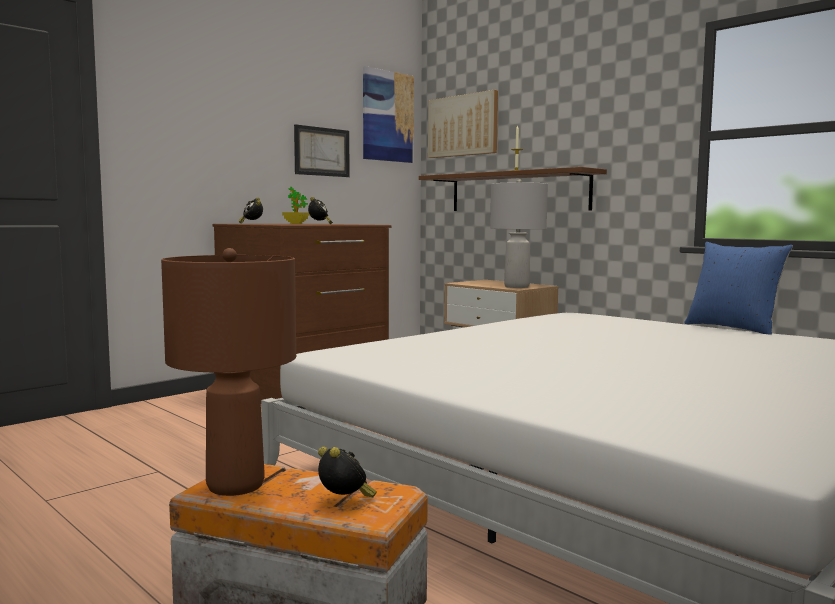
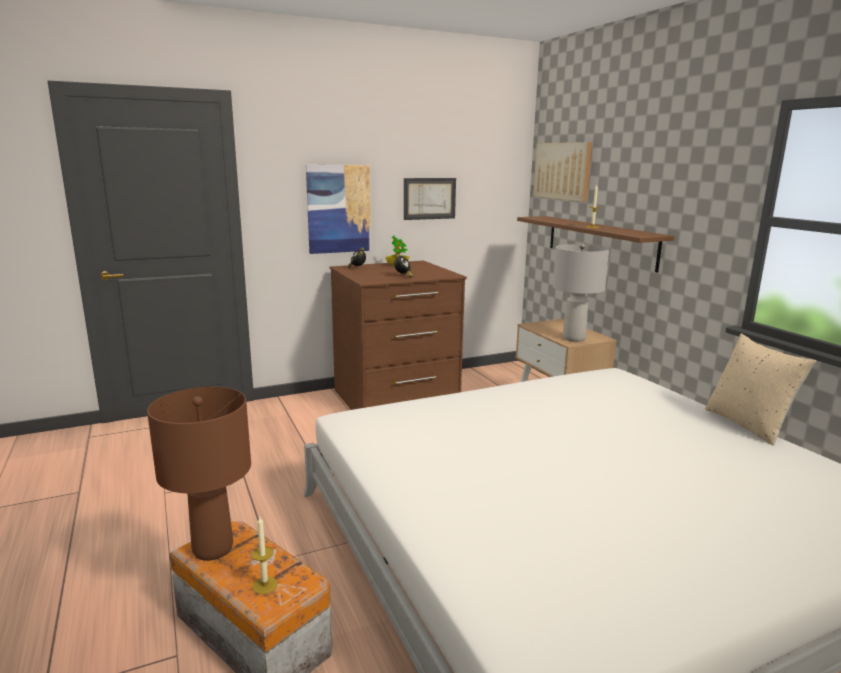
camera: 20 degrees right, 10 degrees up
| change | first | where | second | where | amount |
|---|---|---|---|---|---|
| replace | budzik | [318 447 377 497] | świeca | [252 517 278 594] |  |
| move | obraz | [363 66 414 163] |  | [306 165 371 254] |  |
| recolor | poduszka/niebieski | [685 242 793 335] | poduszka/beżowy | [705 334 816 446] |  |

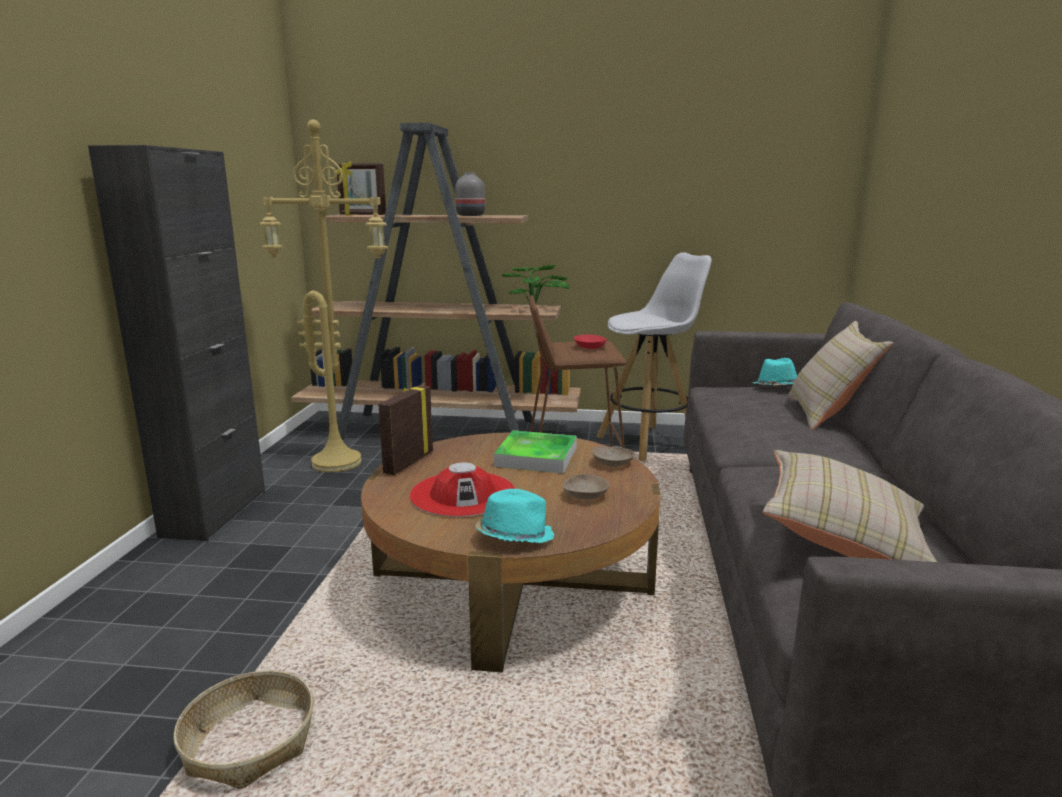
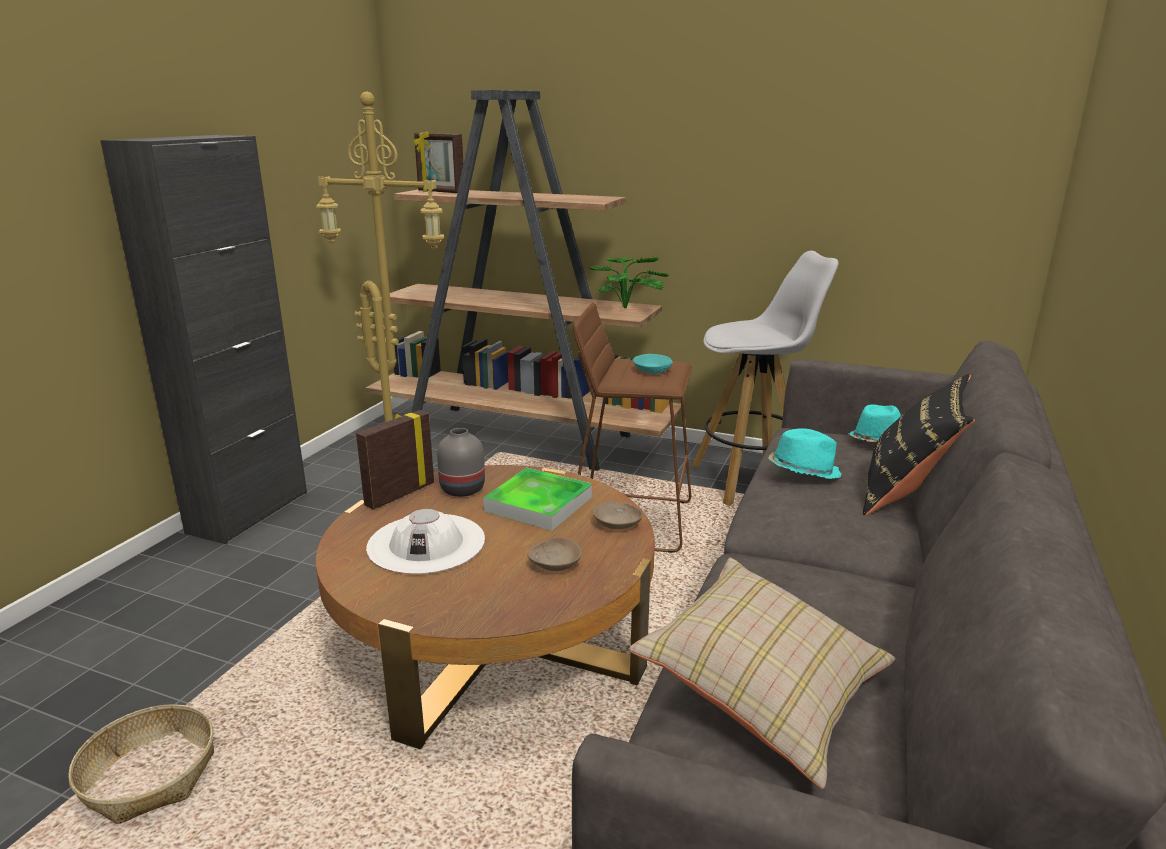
camera: 15 degrees right, 5 degrees up
| change | first | where | second | where | amount |
|---|---|---|---|---|---|
| recolor | kapelusz/czerwony | [410 462 515 517] | kapelusz/biały | [366 509 485 574] |  |
| move | wazon/szary | [455 173 485 216] |  | [437 428 485 497] |  |
| move | kapelusz/turkusowy | [475 489 554 543] |  | [768 428 841 479] |  |
| recolor | miska/czerwony | [574 334 607 349] | miska/turkusowy | [633 354 673 374] |  |
| recolor | poduszka/beżowy | [788 321 893 430] | poduszka/czarny | [863 374 975 516] |  |

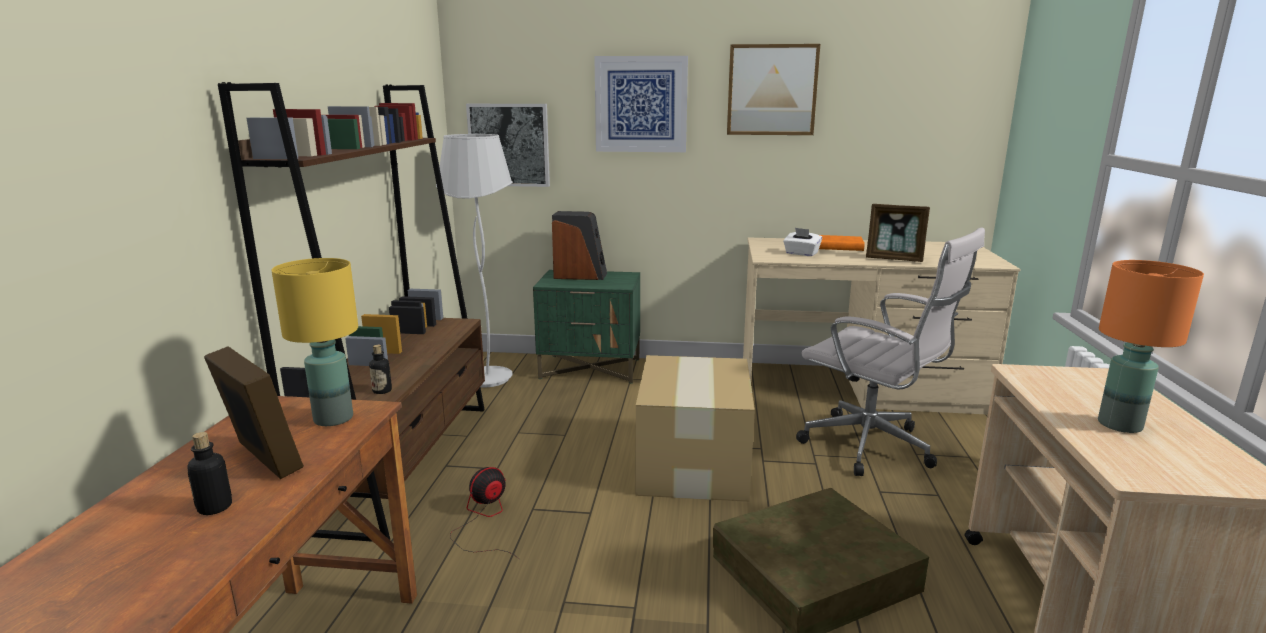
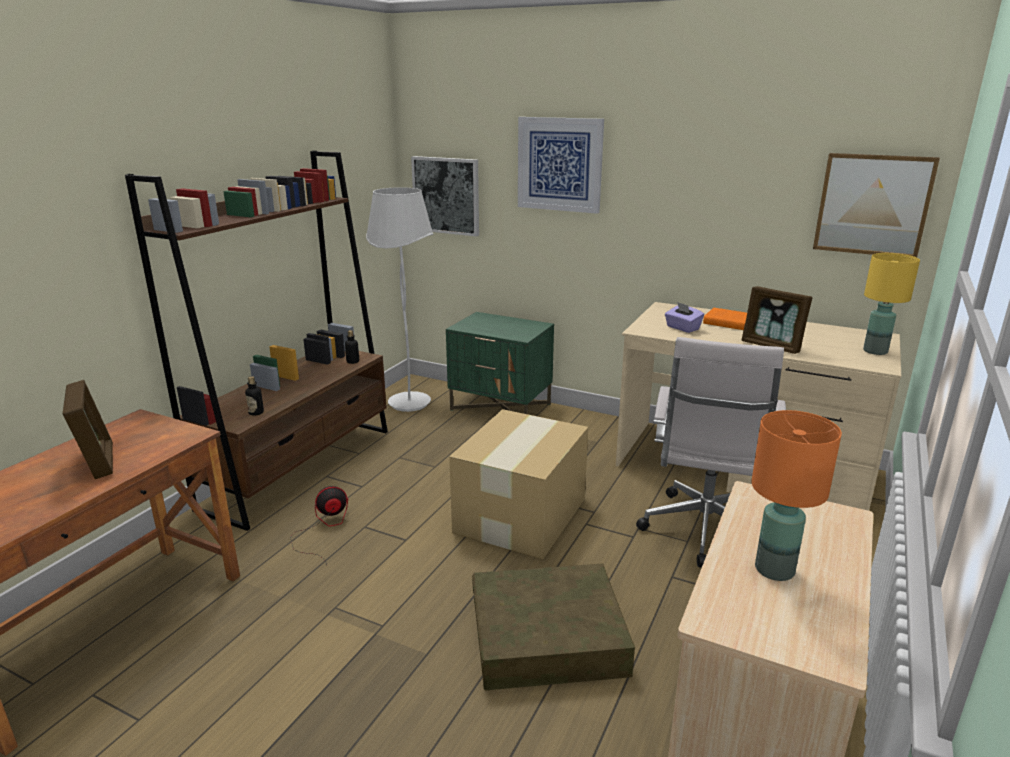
camera: 20 degrees right, 5 degrees up
| change | first | where | second | where | amount |
|---|---|---|---|---|---|
| move | butelka | [187 432 232 515] |  | [345 330 359 364] |  |
| move | lampa stołowa/żółty | [271 258 358 426] |  | [863 253 920 355] |  |
| delete | głośnik | [552 211 607 280] |  |  |  |
| move | obraz | [727 44 820 135] |  | [813 153 940 257] |  |
| recolor | pudełko chusteczek/biały | [783 228 822 256] | pudełko chusteczek/fioletowy | [665 302 704 333] |  |
| rotate | krzesło biurowe/biały | [796 228 985 476] |  | [636 337 786 568] | 45 degrees clockwise |

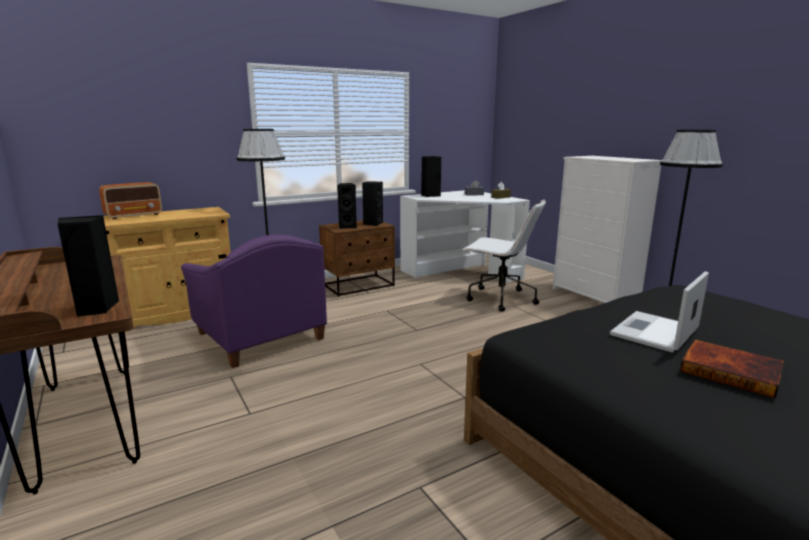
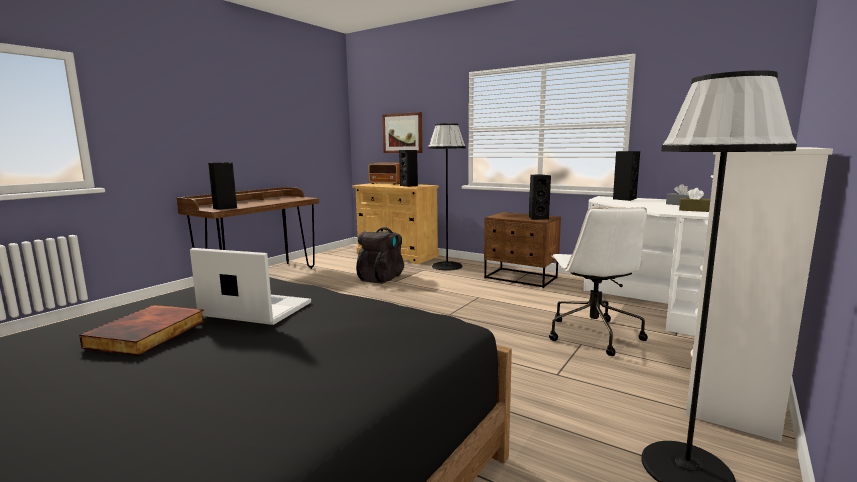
camera: 65 degrees right, 5 degrees down
| change | first | where | second | where | amount |
|---|---|---|---|---|---|
| replace | fotel/fioletowy | [181 235 327 368] | plecak/czarny | [356 227 404 284] |  |
| move | głośnik/czarny | [337 183 357 229] |  | [399 150 418 187] |  |
| insert |  |  | obraz | [382 112 422 153] |  |

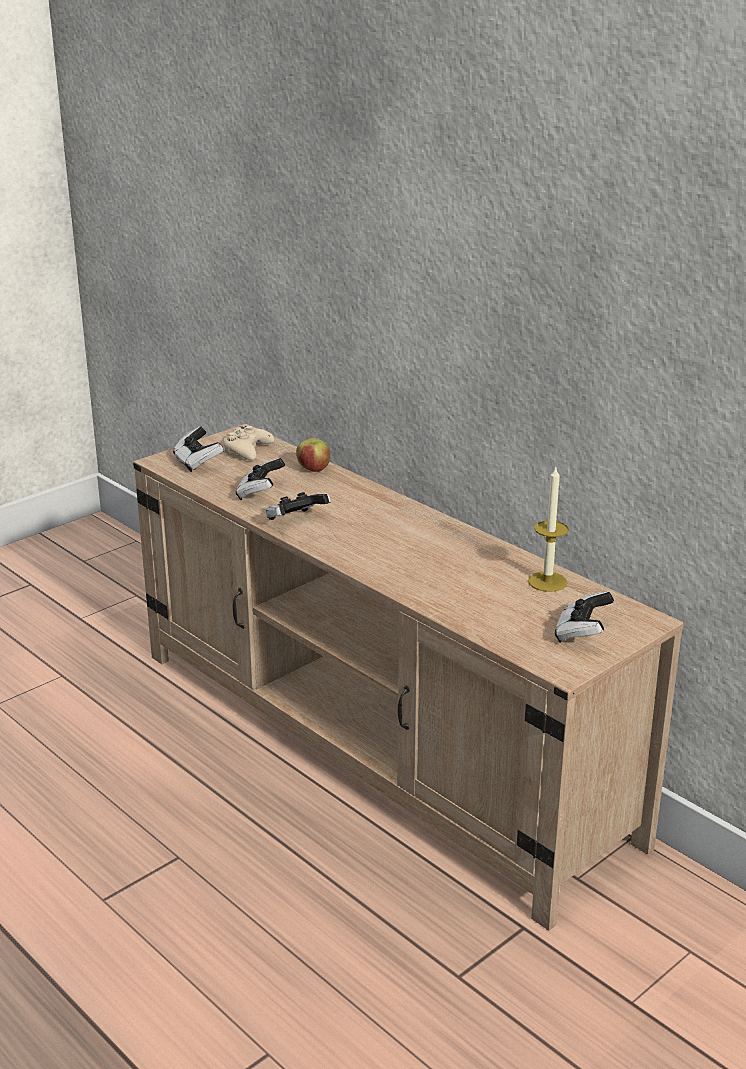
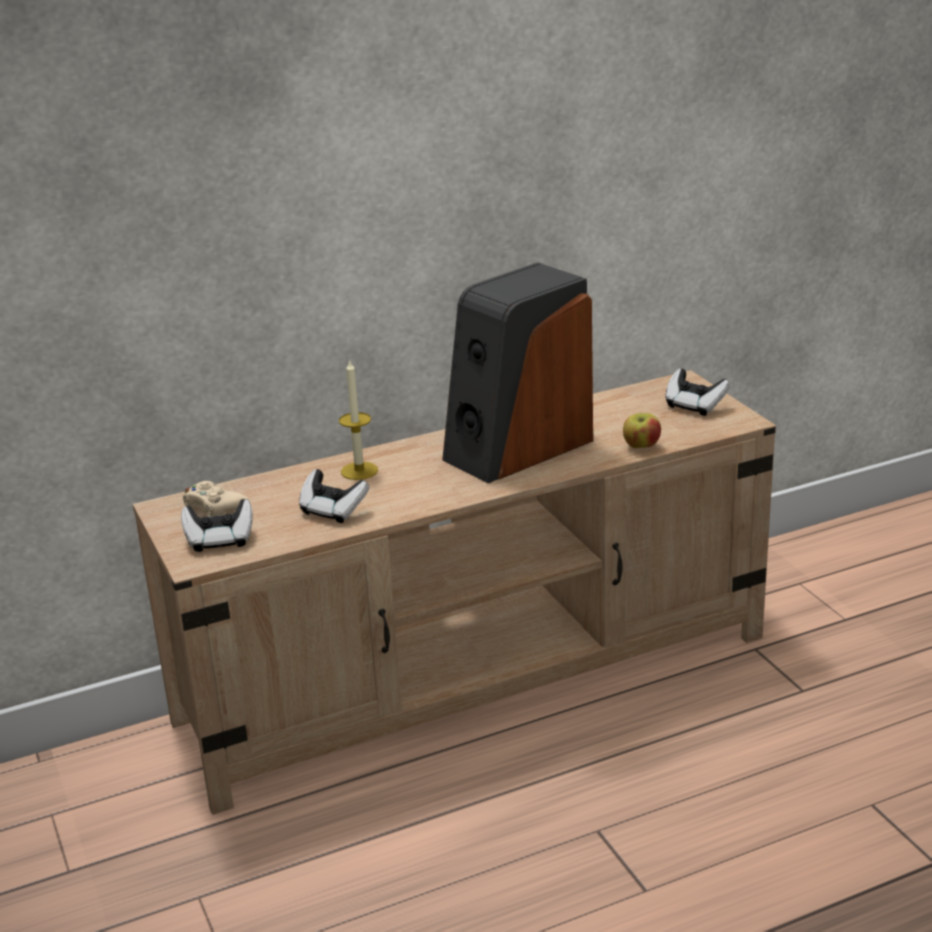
camera: 70 degrees left, 0 degrees up
| change | first | where | second | where | amount |
|---|---|---|---|---|---|
| delete | pad do gier | [266 492 331 520] |  |  |  |
| move | jabłko | [296 438 331 472] |  | [623 413 661 448] |  |
| move | świeca | [528 467 569 592] |  | [339 359 378 480] |  |
| insert |  |  | głośnik | [442 262 593 484] |  |

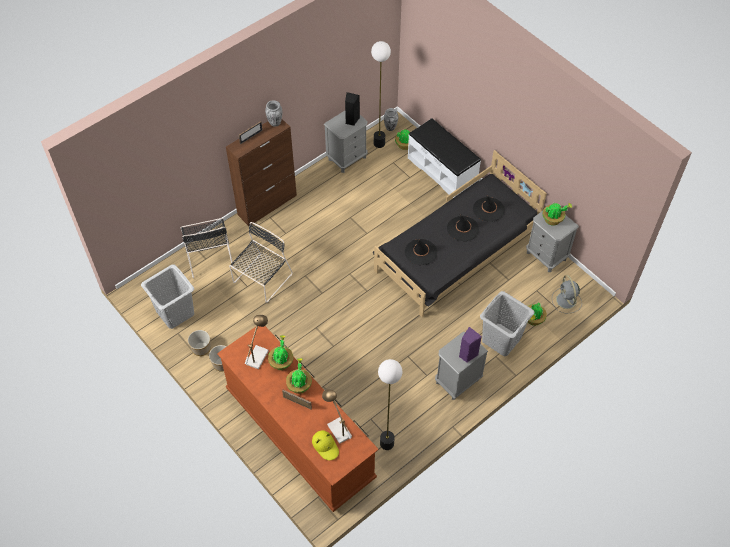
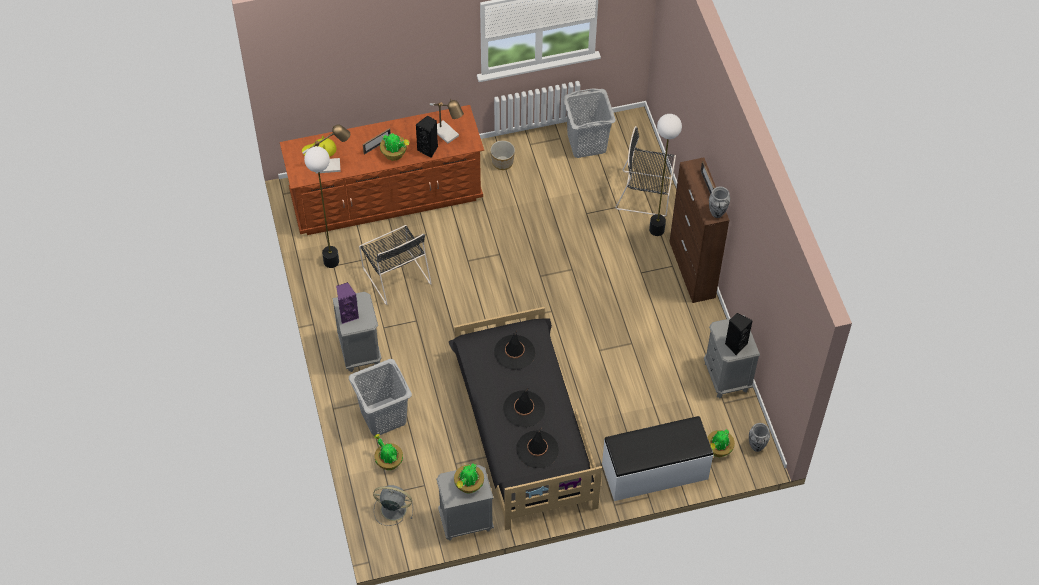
camera: 115 degrees right, 0 degrees up
| change | first | where | second | where | amount |
|---|---|---|---|---|---|
| delete | donica | [188 330 211 356] |  |  |  |
| move | krzesło/czarny | [229 222 293 303] |  | [359 225 432 305] |  |
| replace | roślina doniczkowa | [268 335 293 370] | głośnik/czarny | [416 115 438 158] |  |
| move | lampa stojąca | [371 41 391 148] |  | [649 114 682 236] |  |

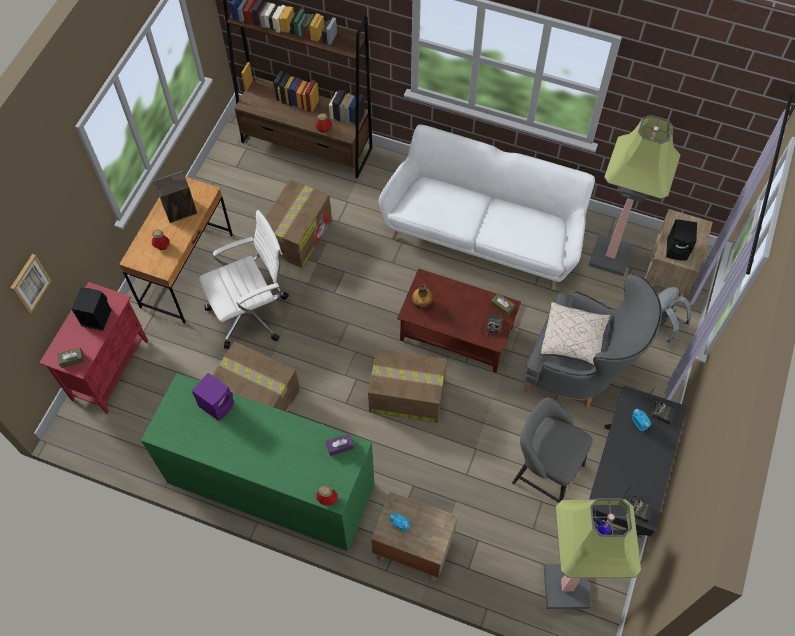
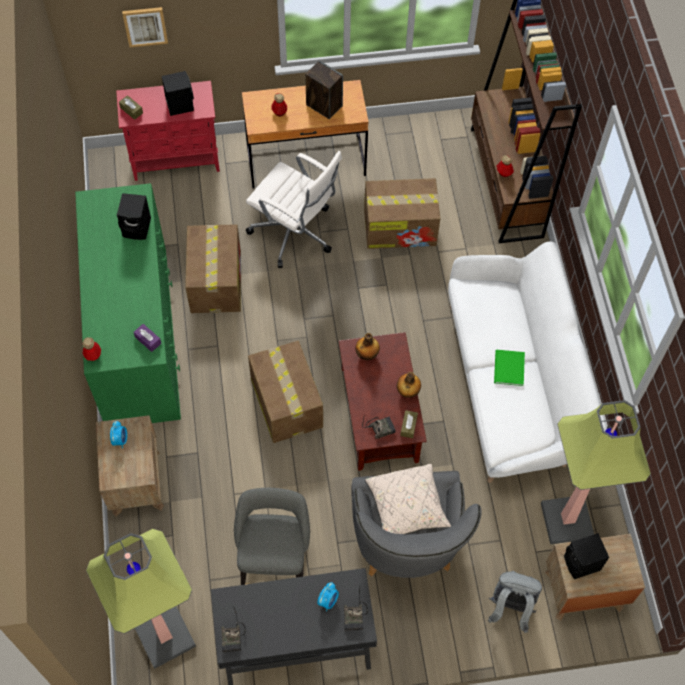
camera: 60 degrees right, 0 degrees up
| change | first | where | second | where | amount |
|---|---|---|---|---|---|
| recolor | głośnik/fioletowy | [192 373 234 421] | głośnik/czarny | [117 193 151 240] |  |
| insert |  |  | butelka | [397 372 421 398] |  |
| insert |  |  | książka/zielony | [494 350 525 386] |  |

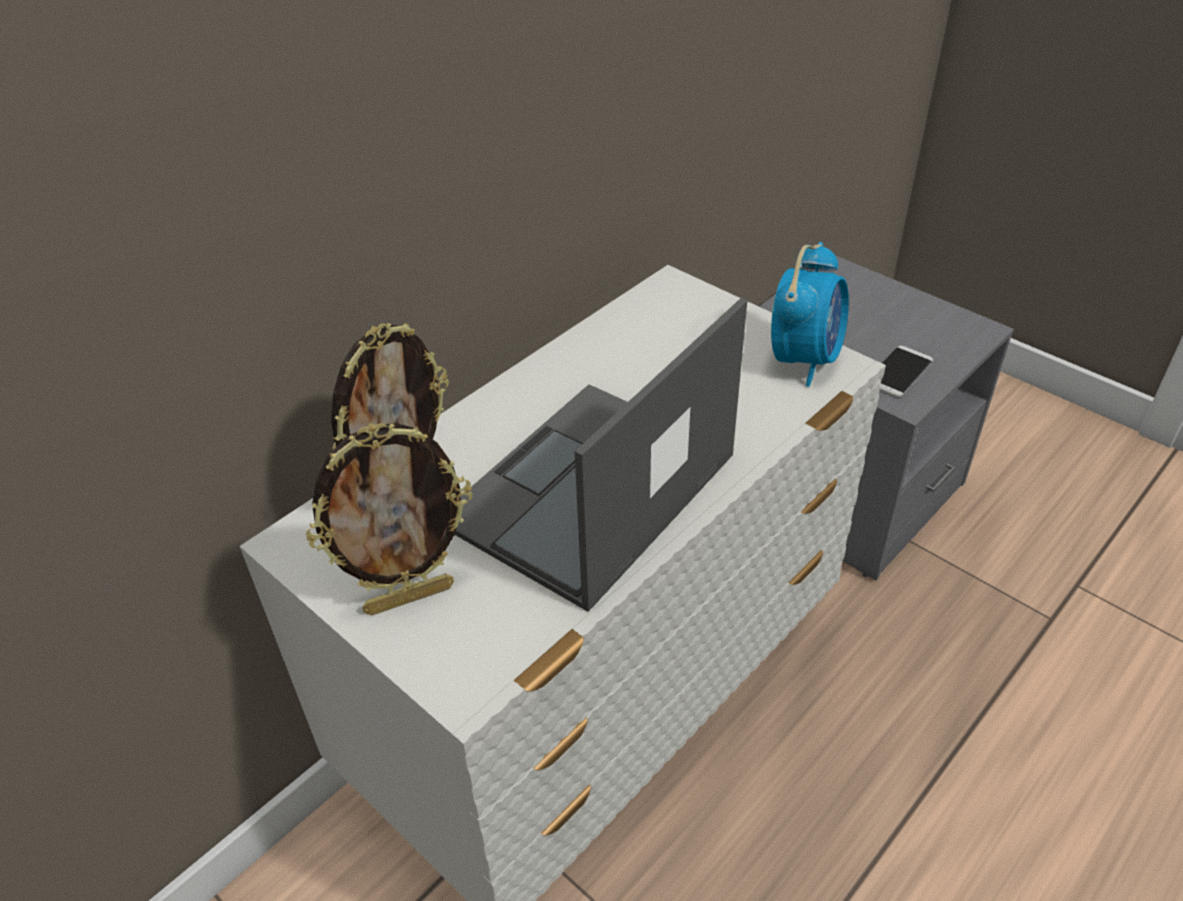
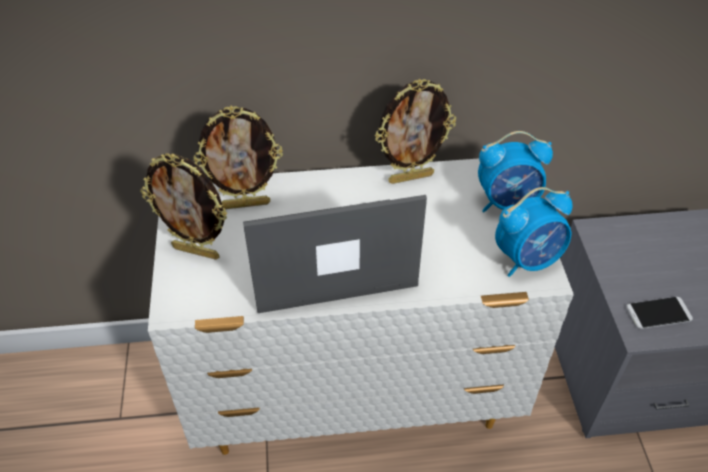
camera: 40 degrees right, 5 degrees up
| change | first | where | second | where | amount |
|---|---|---|---|---|---|
| insert |  |  | ramka na zdjęcie | [375 79 456 184] |  |
| insert |  |  | budzik | [478 131 553 212] |  |

